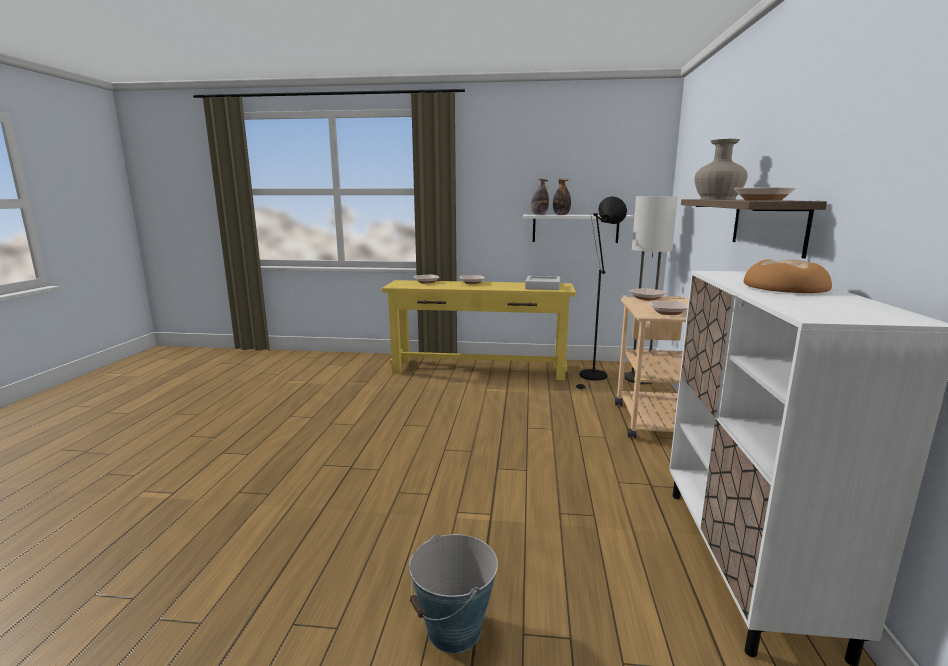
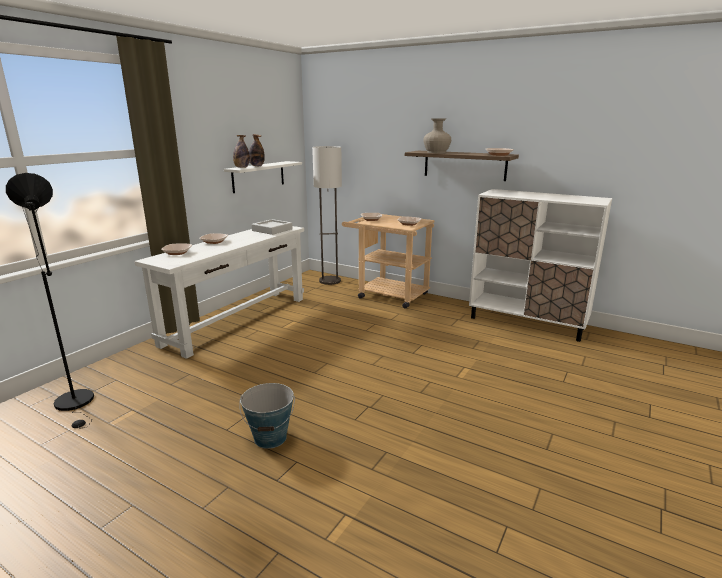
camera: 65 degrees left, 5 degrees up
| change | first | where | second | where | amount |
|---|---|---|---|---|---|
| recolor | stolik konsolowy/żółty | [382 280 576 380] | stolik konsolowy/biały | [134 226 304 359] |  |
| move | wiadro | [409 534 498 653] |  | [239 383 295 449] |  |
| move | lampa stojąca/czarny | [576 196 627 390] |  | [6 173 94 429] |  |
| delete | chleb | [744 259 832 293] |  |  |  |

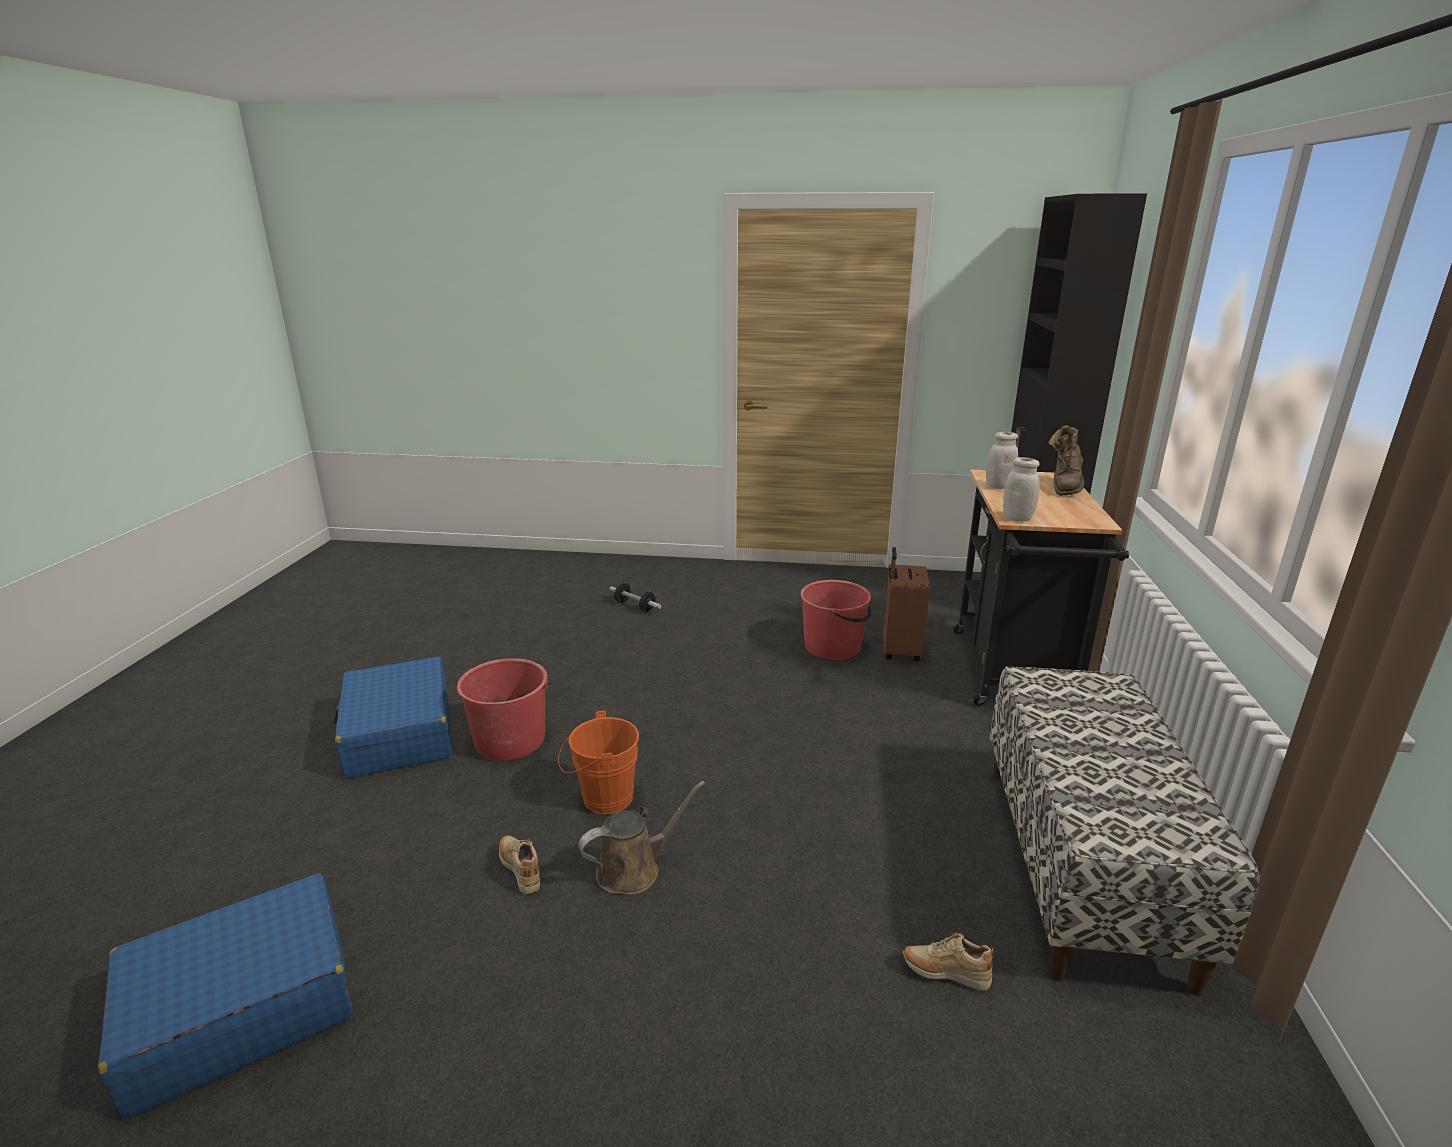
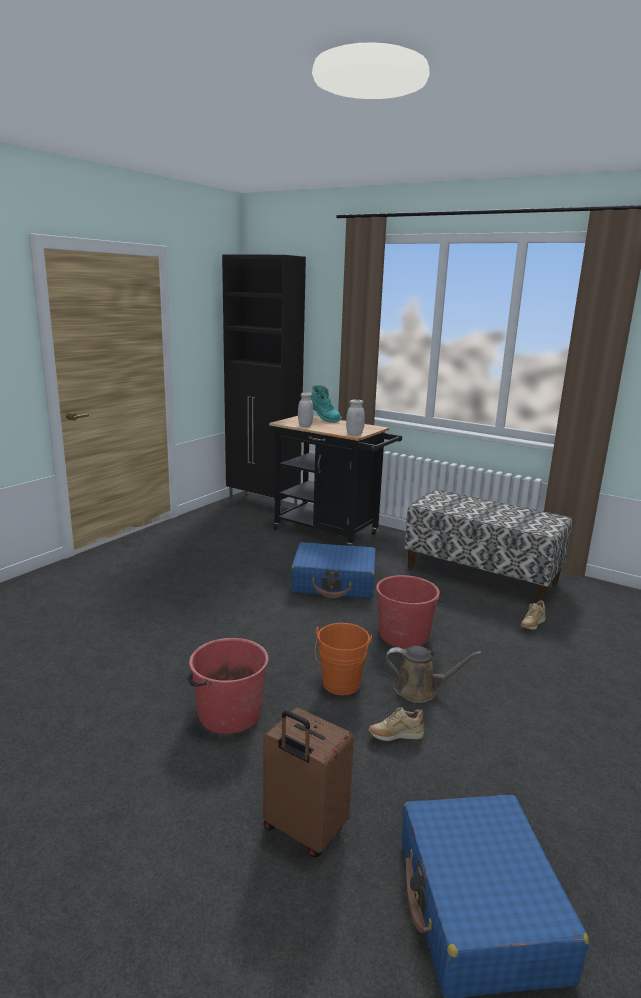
camera: 65 degrees left, 5 degrees down
| change | first | where | second | where | amount |
|---|---|---|---|---|---|
| move | walizka/niebieski | [334 657 452 779] |  | [291 542 376 599] |  |
| rotate | konewka/brązowy | [578 781 705 895] |  | [386 646 482 703] | 105 degrees clockwise |
| delete | hantel | [609 583 661 612] |  |  |  |
| move | wiadro/czerwony | [800 580 872 660] |  | [376 575 442 648] |  |
| move | walizka/brązowy | [883 547 930 661] |  | [263 708 354 857] |  |
| recolor | but z cholewką/brązowy | [1048 425 1084 496] | but z cholewką/turkusowy | [311 385 342 423] |  |

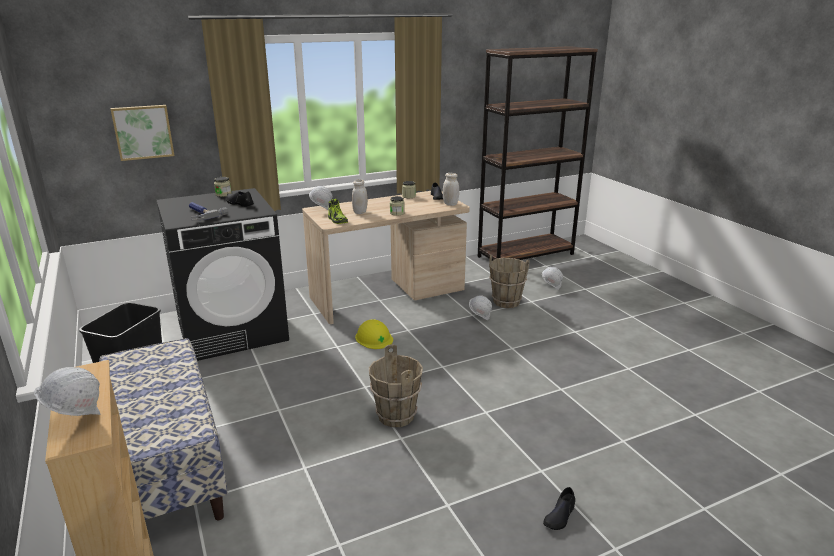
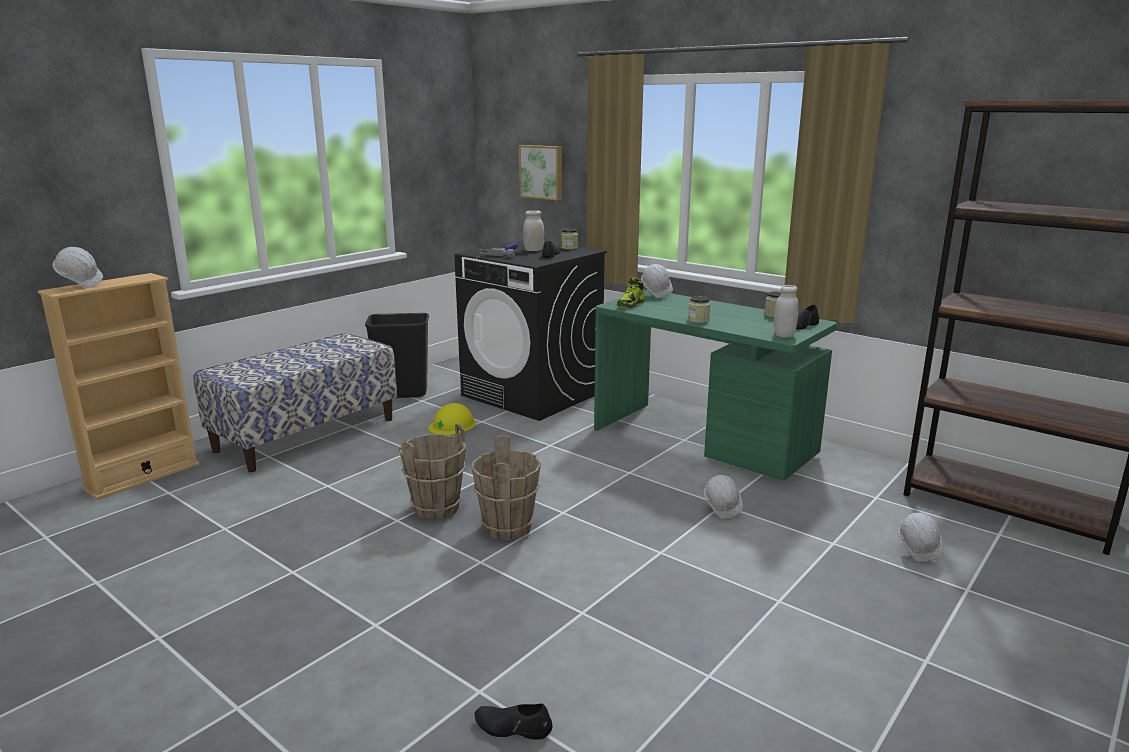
camera: 65 degrees right, 5 degrees down
| change | first | where | second | where | amount |
|---|---|---|---|---|---|
| recolor | biurko/beżowy | [302 191 470 324] | biurko/zielony | [594 290 837 481] |  |
| move | słoik/biały | [352 179 368 214] |  | [523 210 544 251] |  |
| move | kask/żółty | [355 319 393 349] |  | [428 403 476 436] |  |
| move | wiadro/brązowy | [489 254 530 308] |  | [472 435 541 540] |  |
| move | but/czarny | [543 487 575 530] |  | [474 704 553 740] |  |

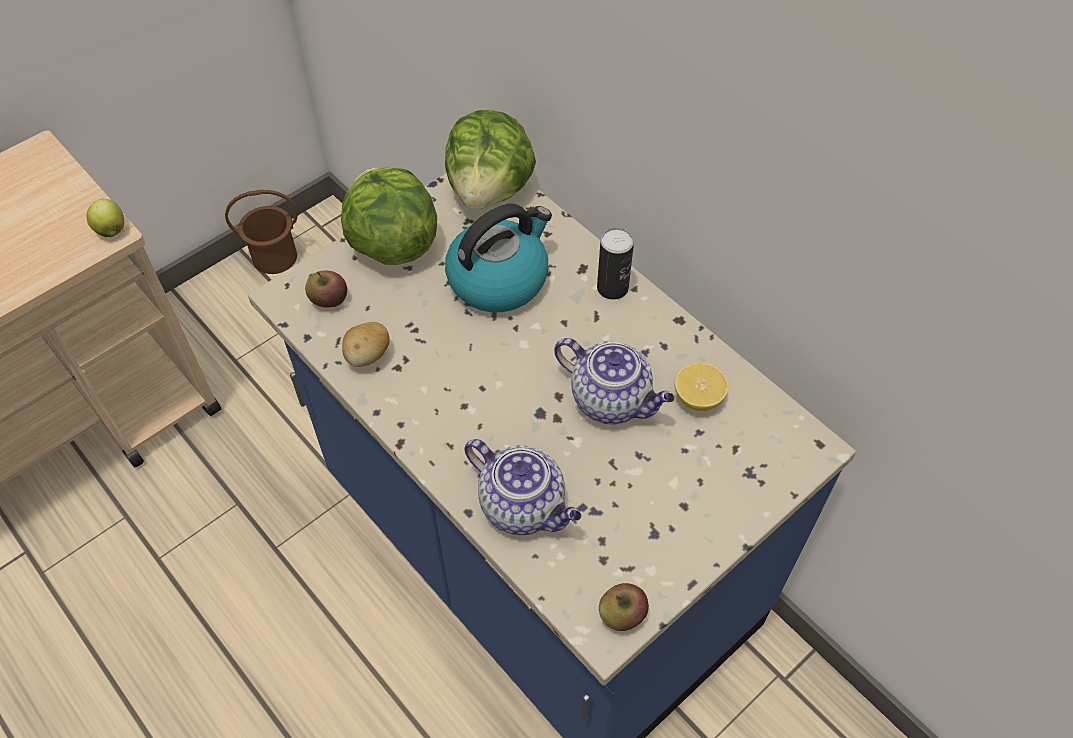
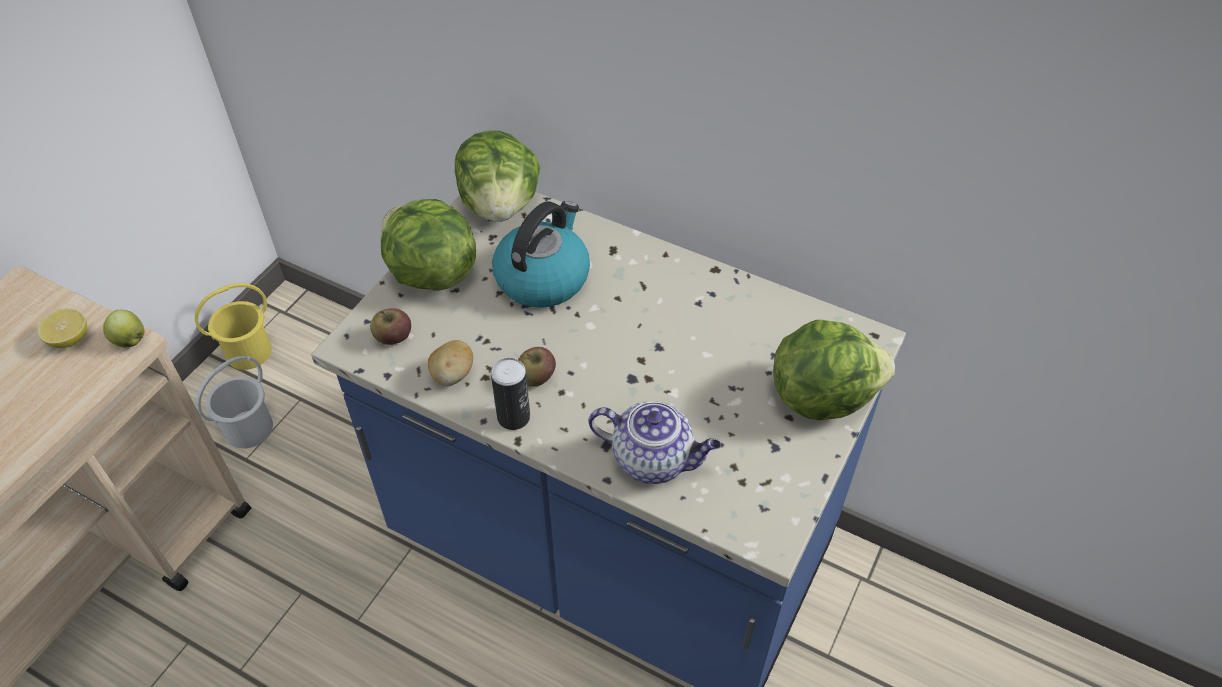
camera: 20 degrees left, 5 degrees down
| change | first | where | second | where | amount |
|---|---|---|---|---|---|
| recolor | wiadro/brązowy | [225 190 298 274] | wiadro/żółty | [195 283 272 370] |  |
| delete | imbryk | [554 338 675 424] |  |  |  |
| move | puszka | [597 228 634 300] |  | [491 358 530 430] |  |
| move | jabłko | [599 583 649 631] |  | [518 347 556 387] |  |
| move | cytryna | [675 362 729 411] |  | [37 308 87 348] |  |
| insert |  |  | wiadro/biały | [196 356 273 448] |  |
| insert |  |  | sałata | [773 320 895 421] |  |

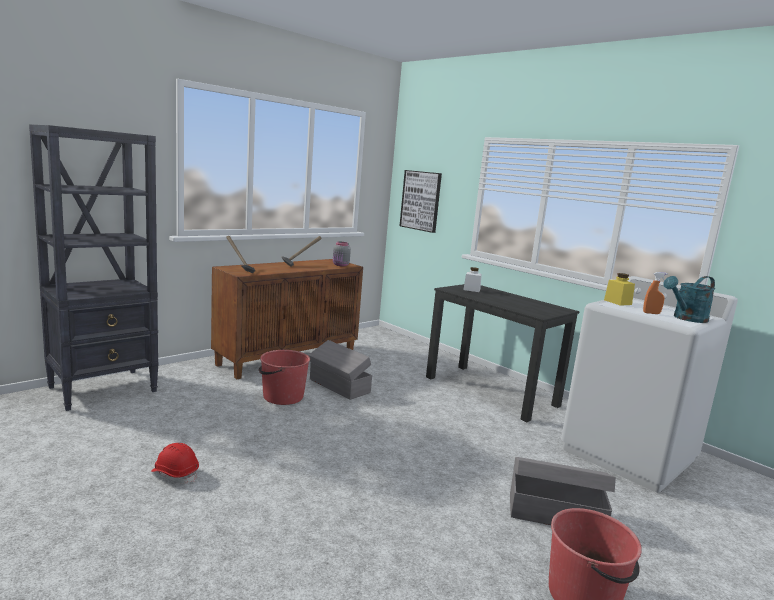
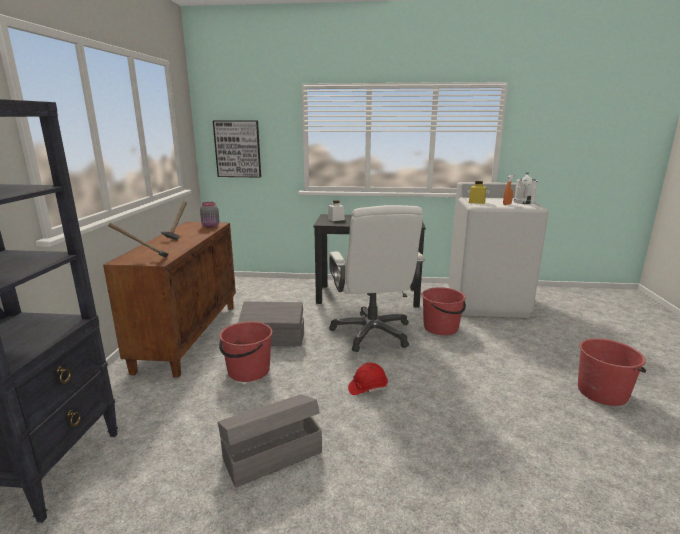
camera: 40 degrees left, 5 degrees up
| change | first | where | second | where | amount |
|---|---|---|---|---|---|
| move | kask/czerwony | [151 443 199 484] |  | [348 363 388 395] |  |
| move | pojemnik do przechowywania/szary | [510 457 616 525] |  | [218 394 322 488] |  |
| recolor | konewka/turkusowy | [663 276 715 323] | konewka/biały | [514 173 538 204] |  |
| insert |  |  | krzesło biurowe/biały | [329 205 425 352] |  |
| insert |  |  | wiadro/czerwony | [422 287 466 335] |  |

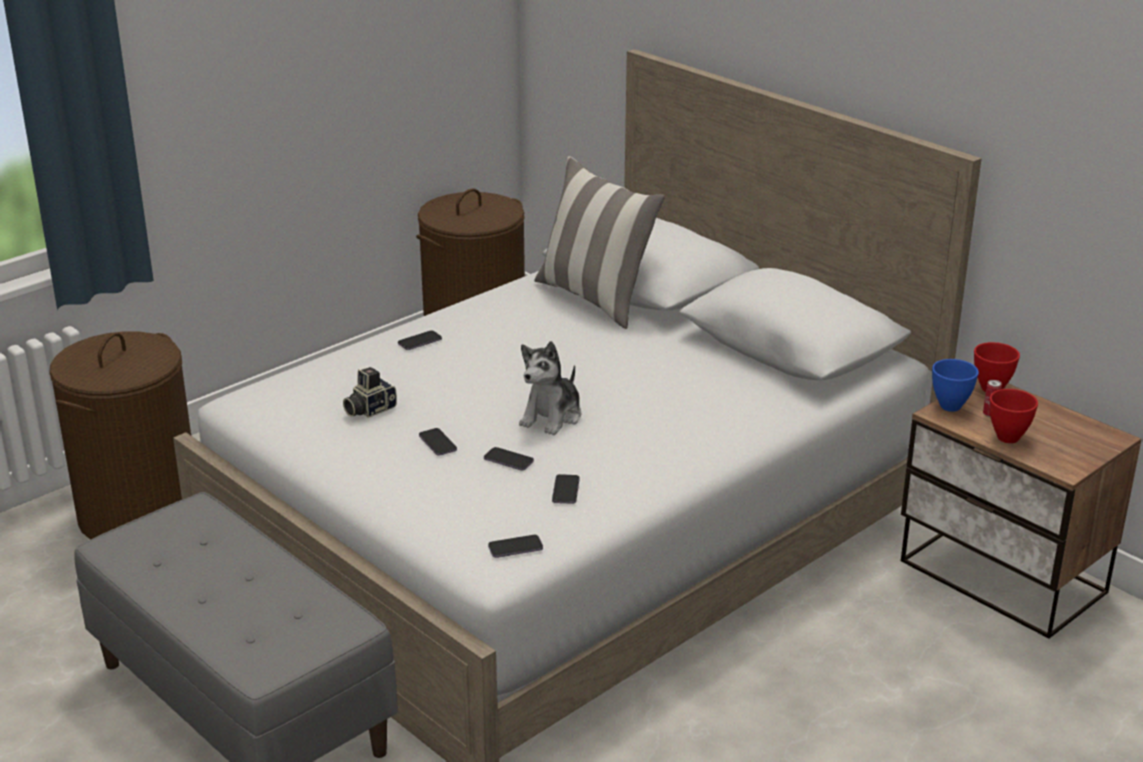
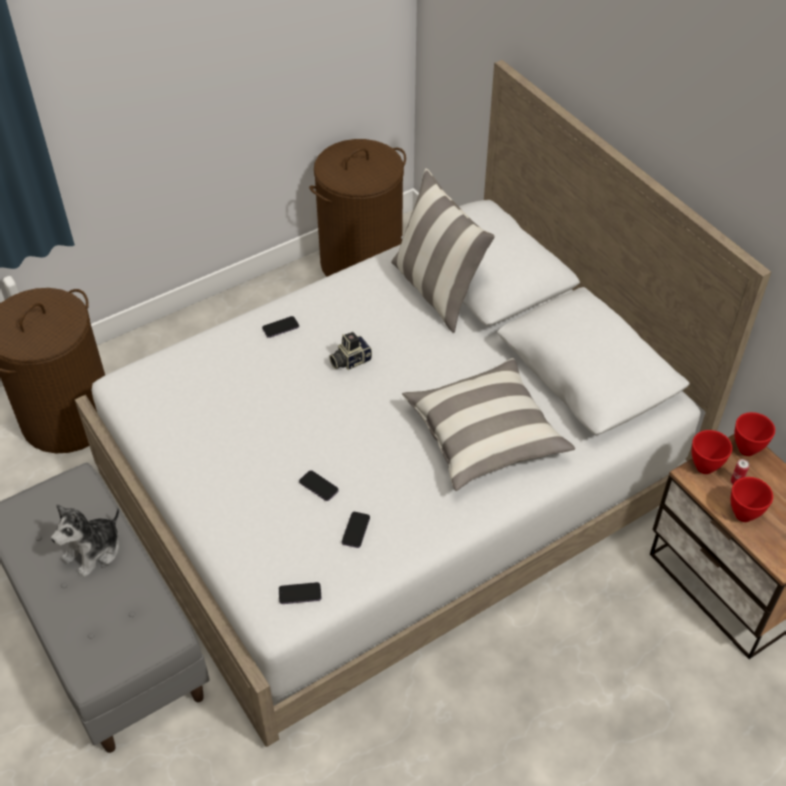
camera: 10 degrees right, 20 degrees up
| change | first | where | second | where | amount |
|---|---|---|---|---|---|
| move | aparat fotograficzny | [343 367 397 418] |  | [329 332 372 370] |  |
| delete | telefon | [419 428 457 456] |  |  |  |
| move | pluszak | [519 341 582 435] |  | [51 504 120 578] |  |
| recolor | miska/niebieski | [932 359 979 412] | miska/czerwony | [692 430 732 474] |  |
| insert |  |  | poduszka | [402 358 575 491] |  |

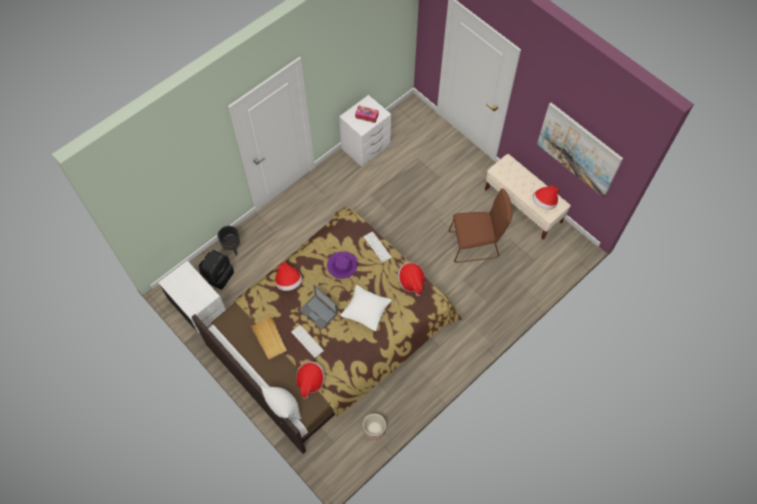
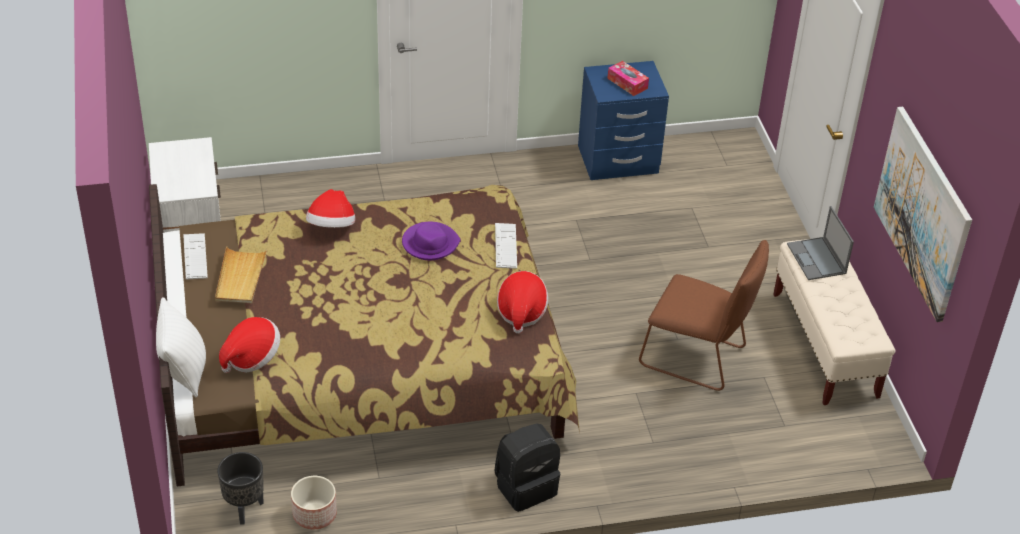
camera: 30 degrees right, 20 degrees down
| change | first | where | second | where | amount |
|---|---|---|---|---|---|
| move | plecak/czarny | [199 250 234 289] |  | [495 423 560 512] |  |
| move | donica/czarny | [218 226 240 255] |  | [217 452 264 525] |  |
| move | klawiatura | [291 325 324 358] |  | [183 233 208 280] |  |
| move | laptop | [299 285 338 330] |  | [787 206 854 280] |  |
| recolor | szafka nocna/biały | [339 95 391 167] | szafka nocna/niebieski | [578 61 669 180] |  |
| delete | poduszka/biały | [340 285 392 331] |  |  |  |
| delete | kapelusz | [532 185 559 210] |  |  |  |

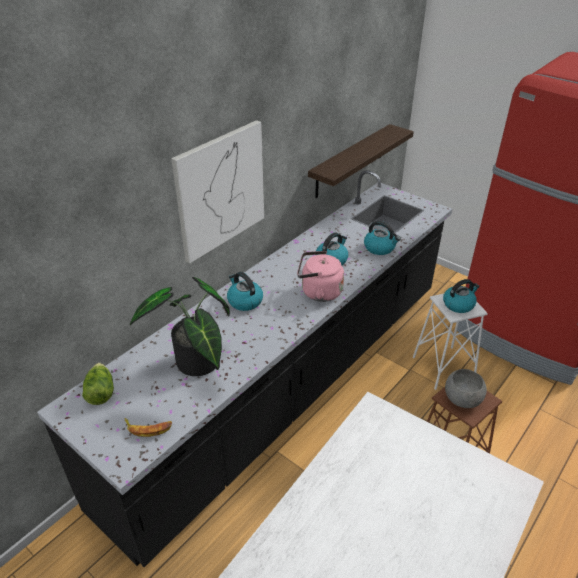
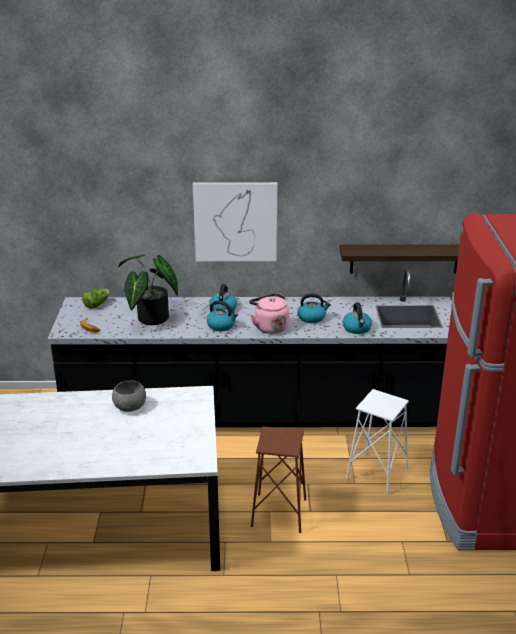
camera: 50 degrees right, 10 degrees down
| change | first | where | second | where | amount |
|---|---|---|---|---|---|
| move | czajnik | [443 279 480 313] |  | [206 300 238 331] |  |
| move | miska/szary | [445 369 487 408] |  | [112 381 146 412] |  |

